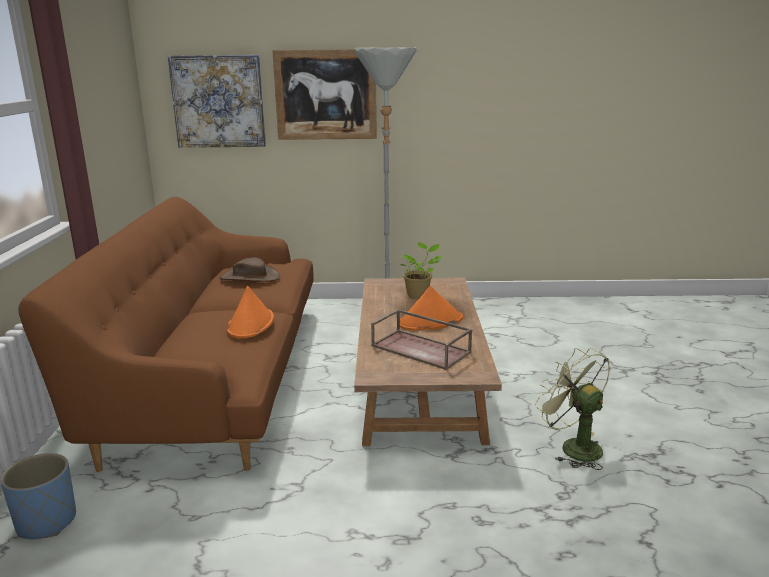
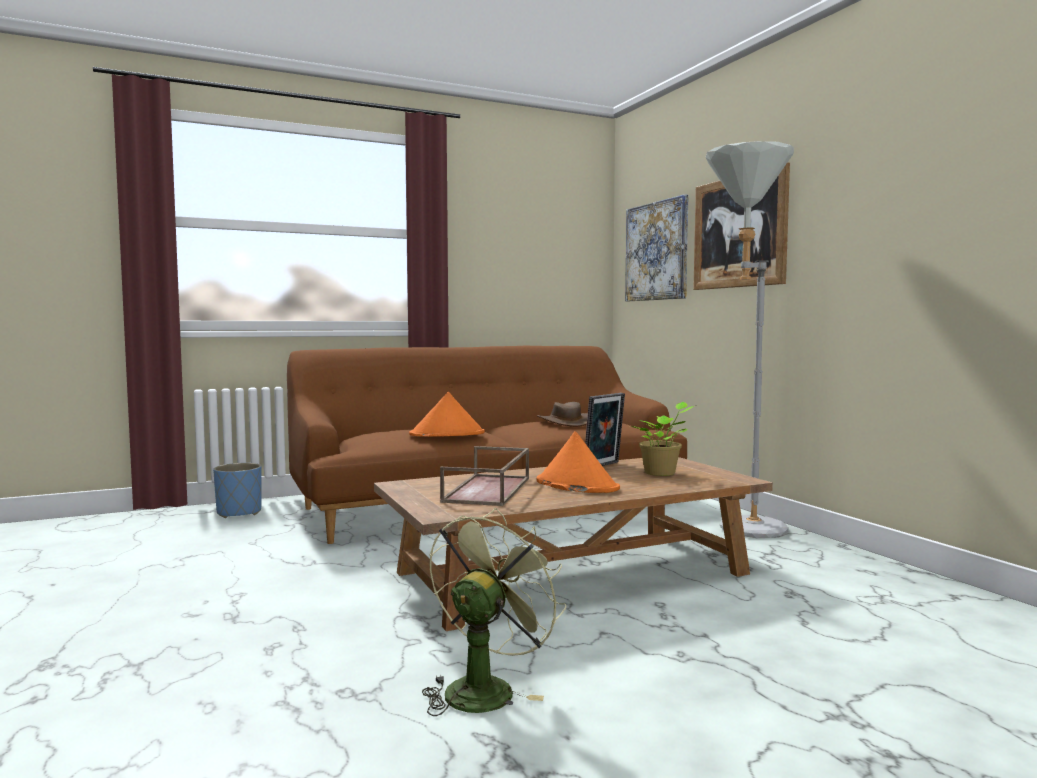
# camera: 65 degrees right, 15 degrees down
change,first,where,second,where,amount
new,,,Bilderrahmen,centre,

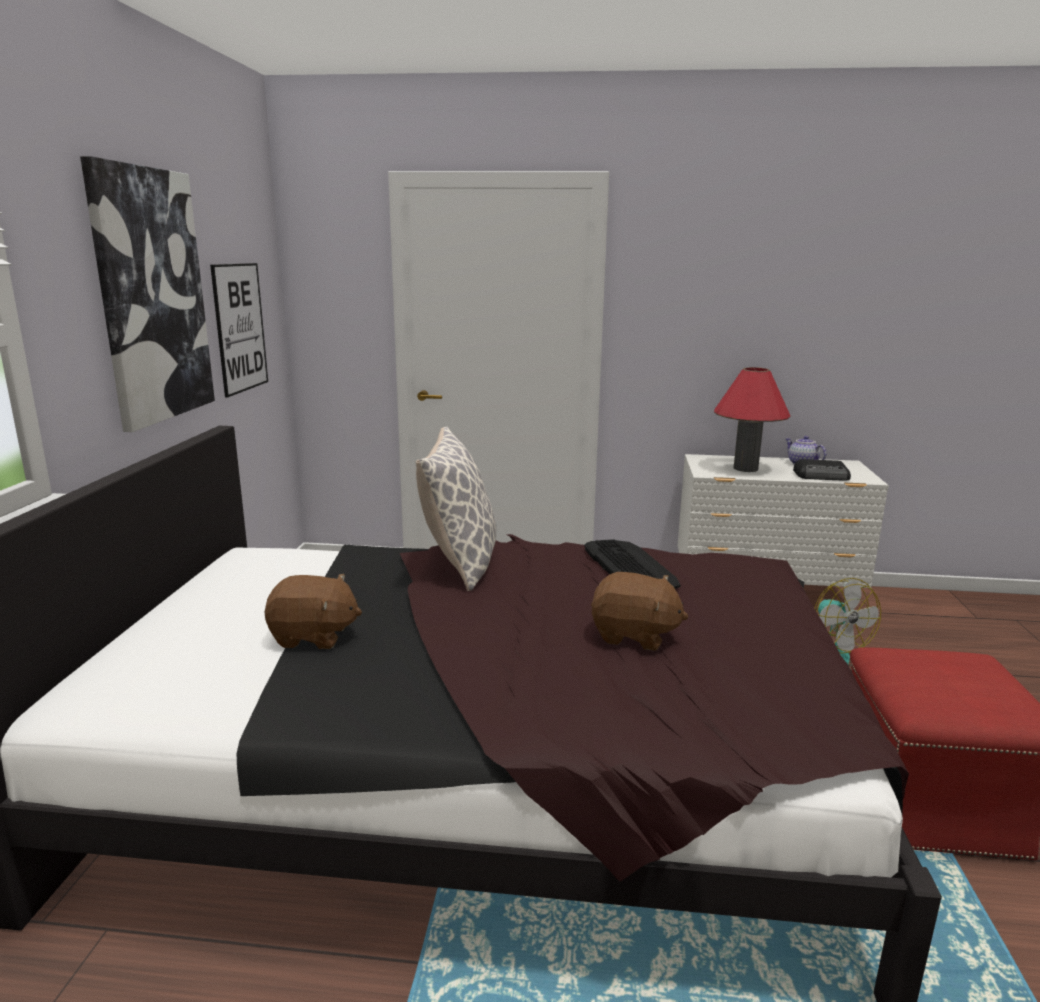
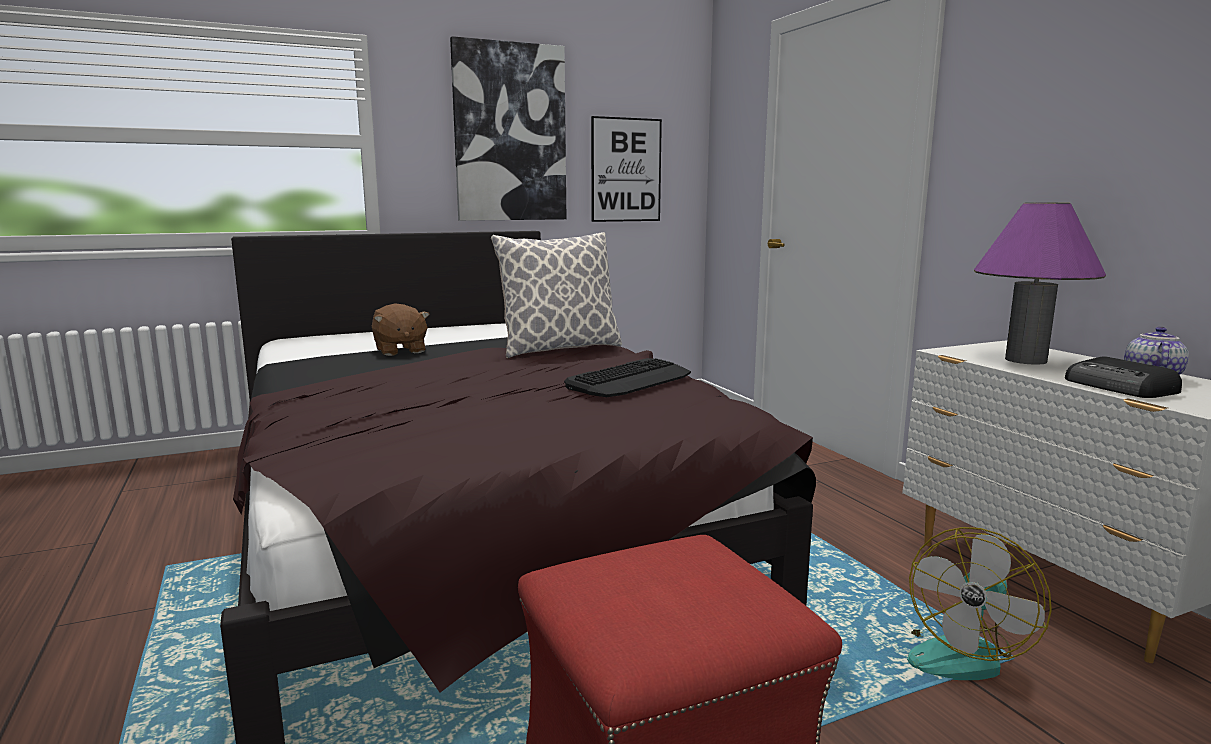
# camera: 60 degrees right, 5 degrees down
change,first,where,second,where,amount
repainted,Tischlampe/rot,middle right,Tischlampe/lila,middle right,
gone,Plüschtier/braun (no. 2 from left),centre,,,

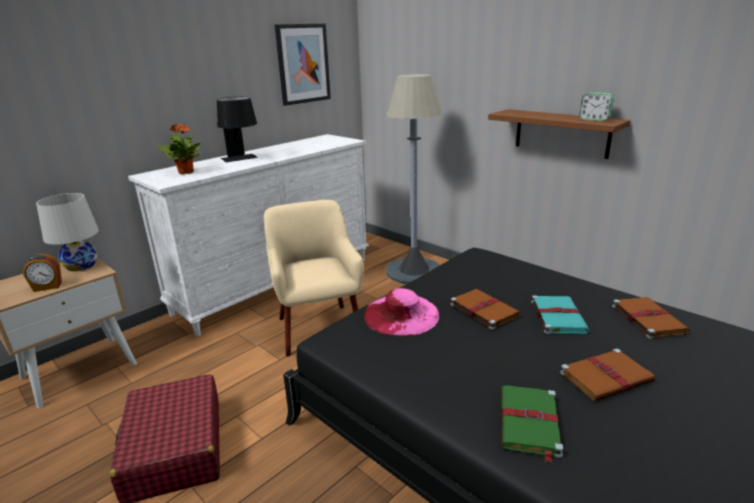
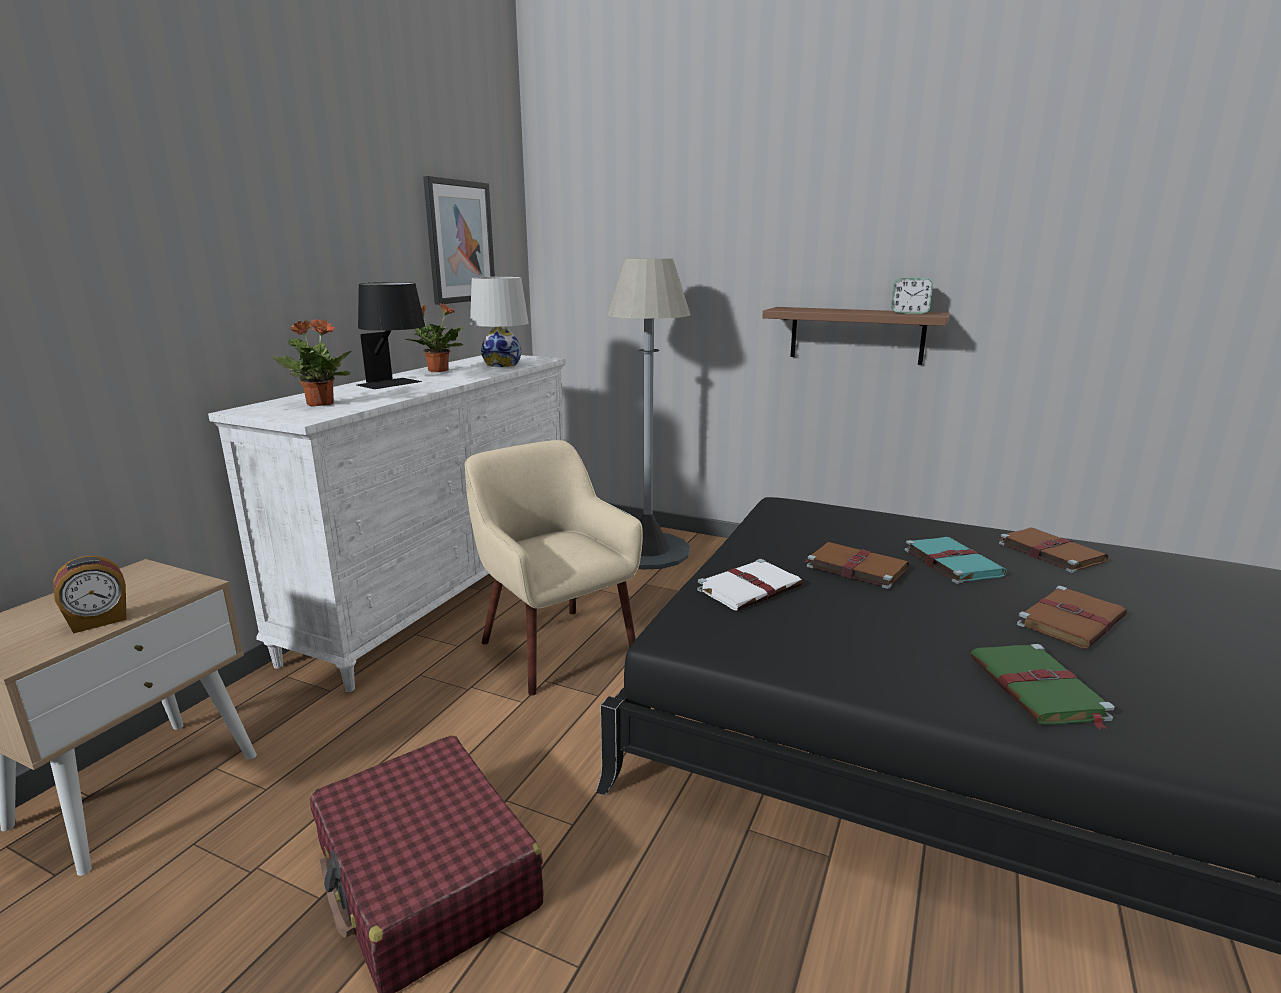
# camera: 20 degrees left, 5 degrees down
change,first,where,second,where,amount
new,,,Topfpflanze (no. 2 from left),centre,
shifted,Tischlampe/weiß,middle left,,top centre,
swapped,Hut/rosa,centre,Buch/weiß,centre,

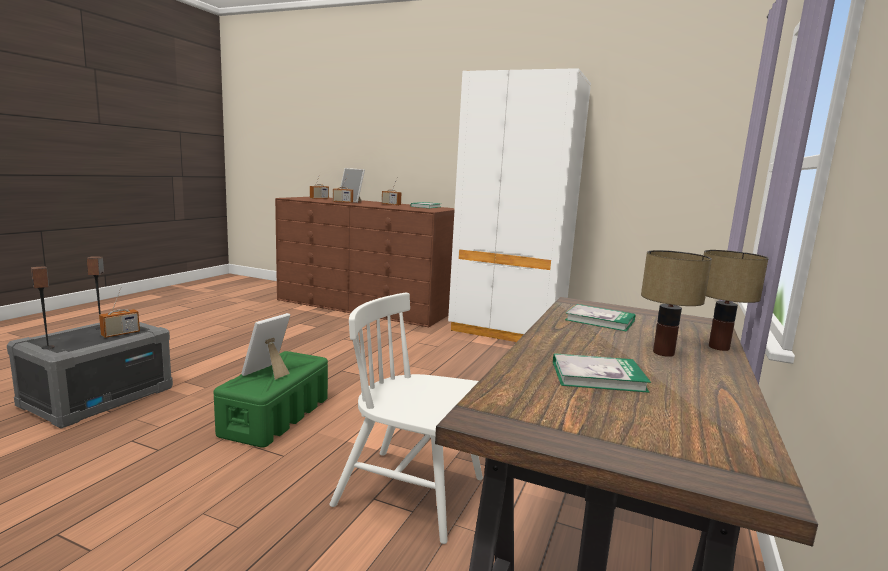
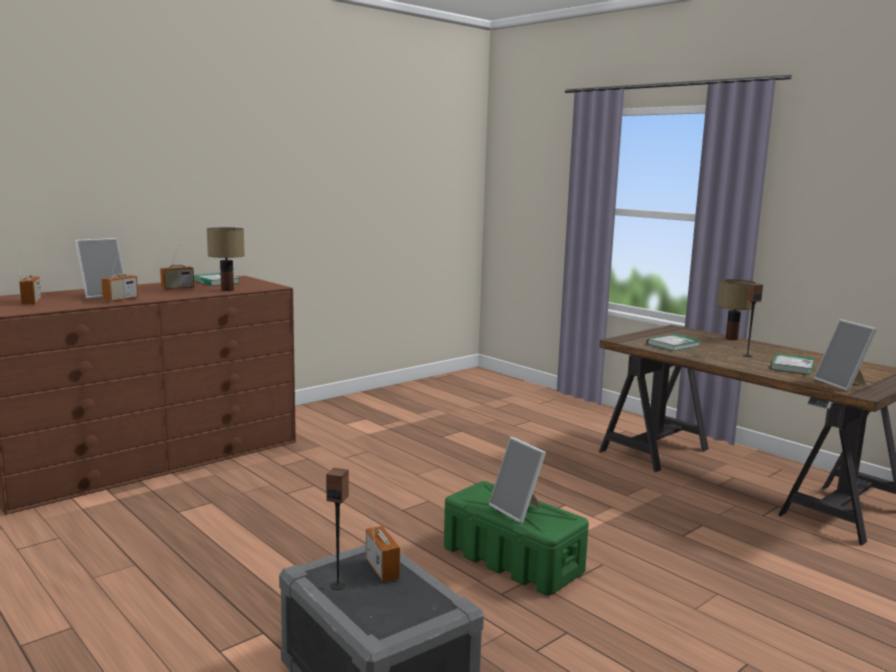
# camera: 65 degrees left, 0 degrees up
change,first,where,second,where,amount
shifted,Tischlampe (no. 1 from left),middle right,,middle left,
shifted,Lautsprecher (no. 1 from left in the first image),middle left,Lautsprecher (no. 2 from left),middle right,
new,,,Bilderrahmen (no. 3 from left),middle right,
gone,Stuhl/weiß,bottom centre,,,
gone,Kleiderschrank/weiß,centre,,,

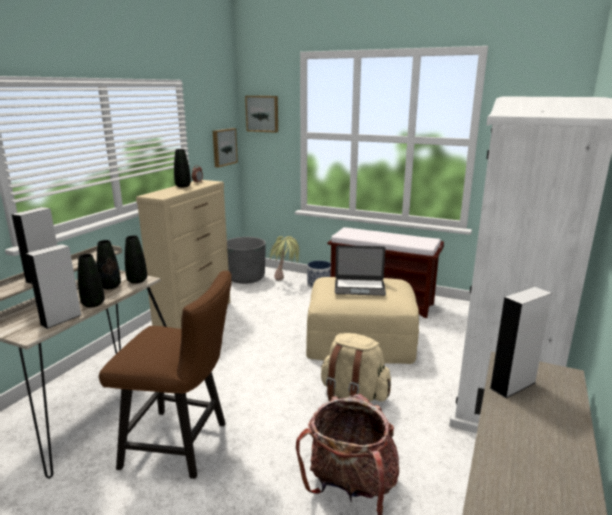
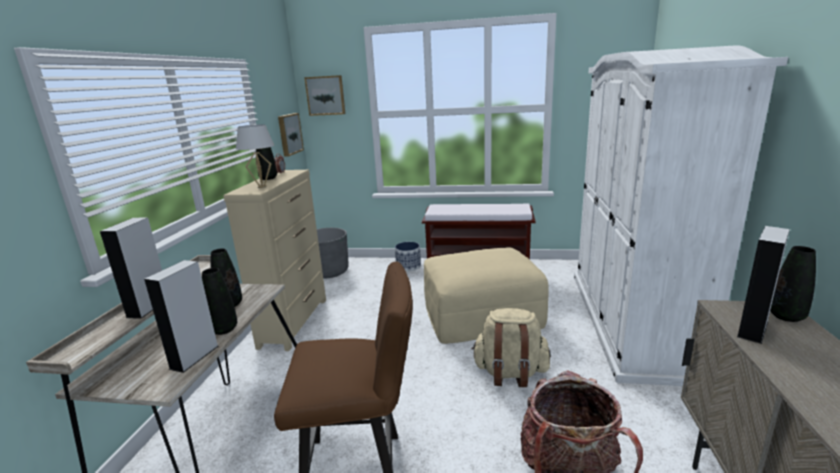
# camera: 15 degrees left, 0 degrees up
change,first,where,second,where,amount
new,,,Tischlampe/weiß,top left,
shifted,Vase/schwarz (no. 3 from left in the first image),middle left,Vase/schwarz (no. 4 from left),middle right,
gone,Topfpflanze,centre,,,
gone,Laptop,centre,,,

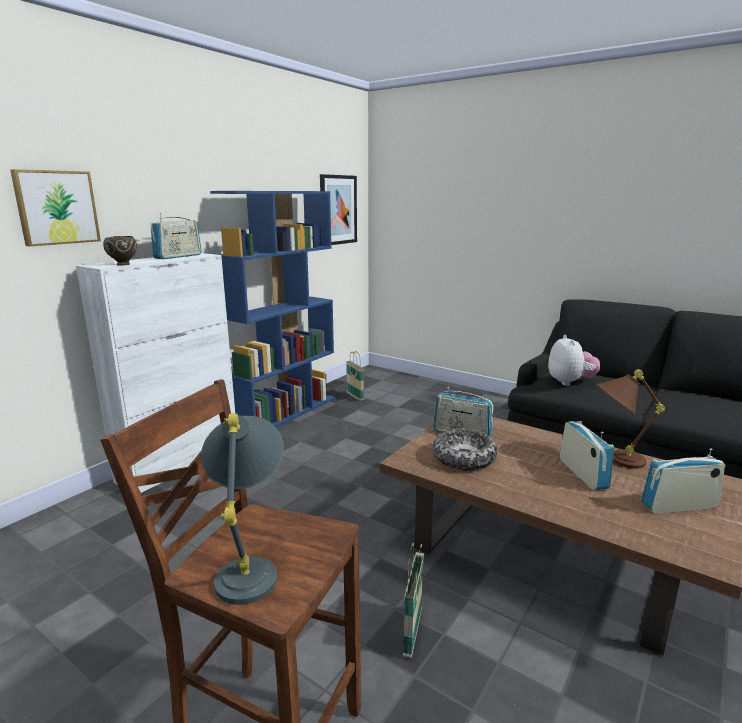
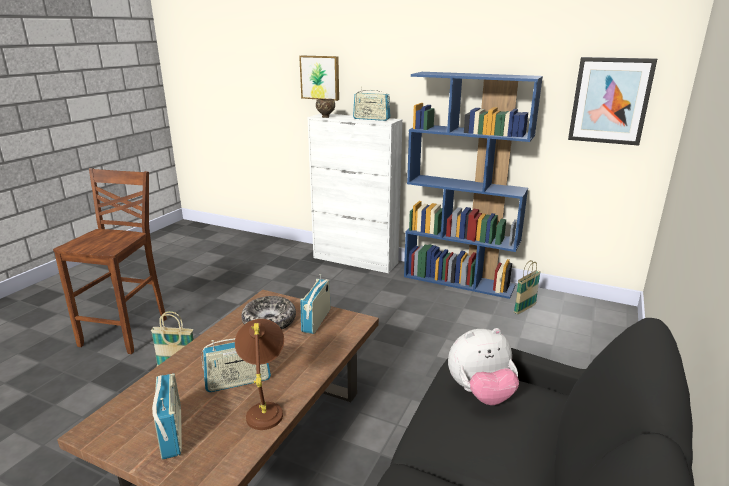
# camera: 80 degrees right, 5 degrees up
change,first,where,second,where,amount
gone,Tischlampe/grau,bottom left,,,

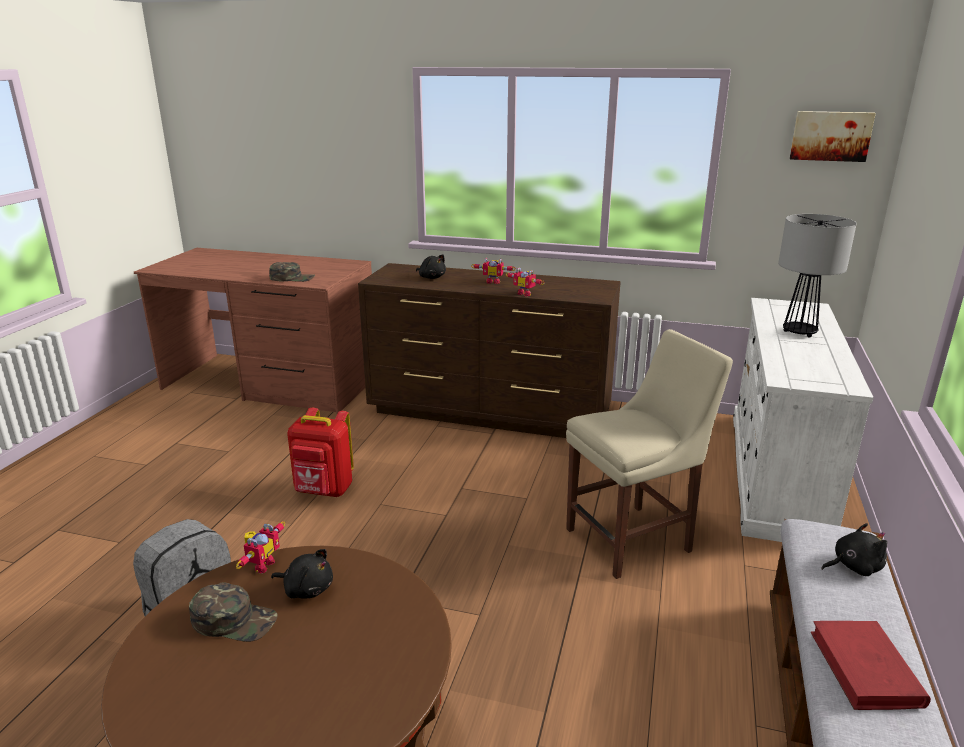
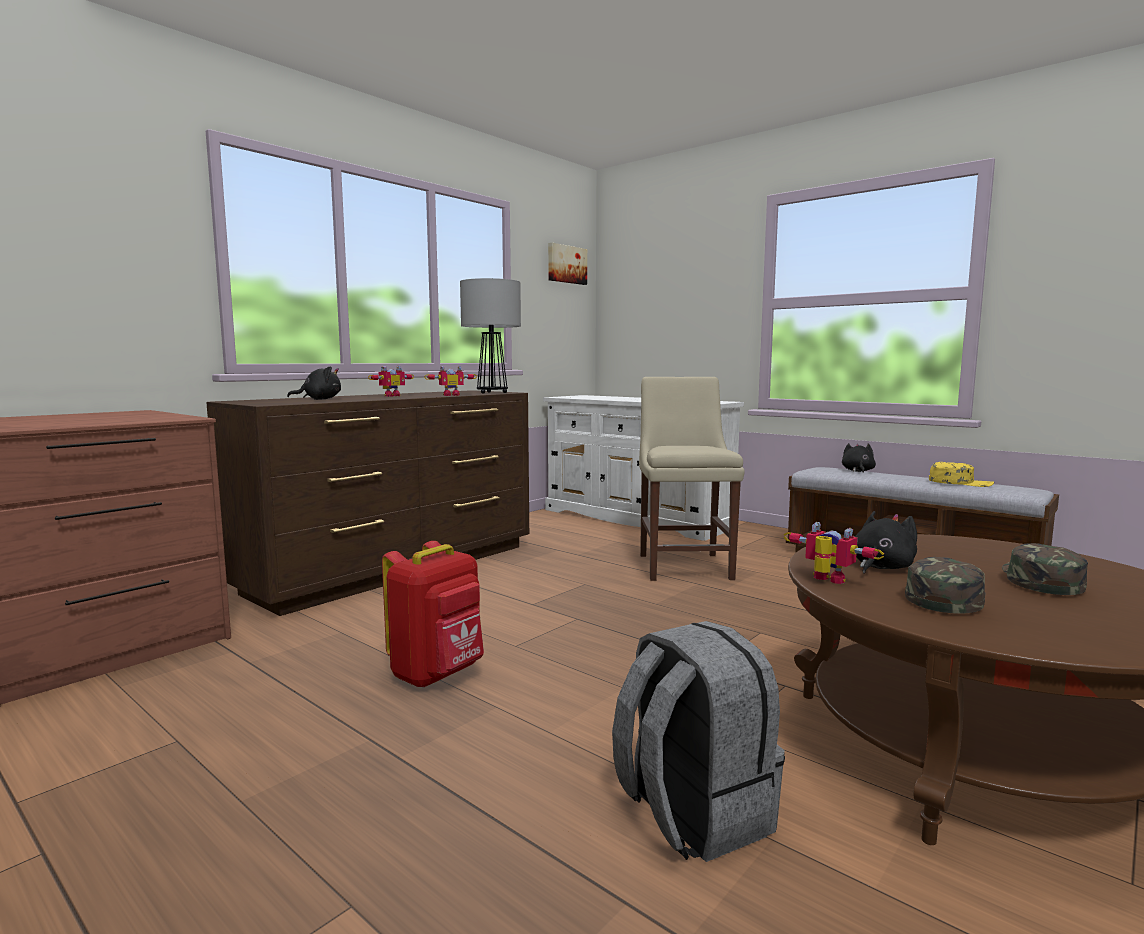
# camera: 65 degrees left, 15 degrees down
change,first,where,second,where,amount
shifted,Tischlampe,middle right,,centre,
swapped,Buch/rot,bottom right,Kappe/gelb,middle right,
shifted,Kappe/grün (no. 2 from left),middle left,,middle right,

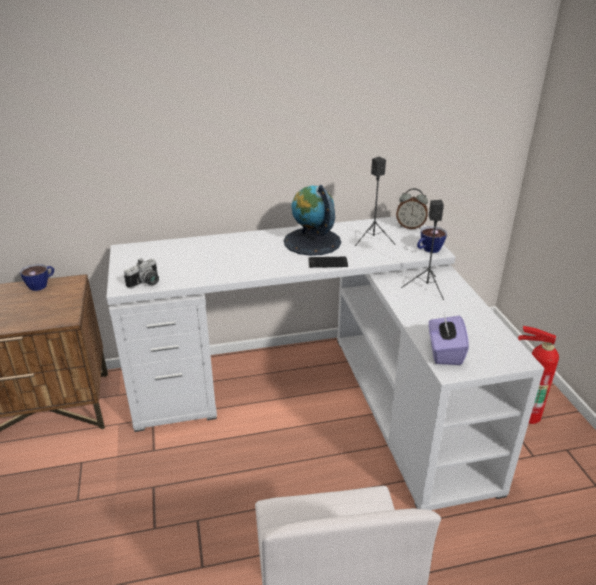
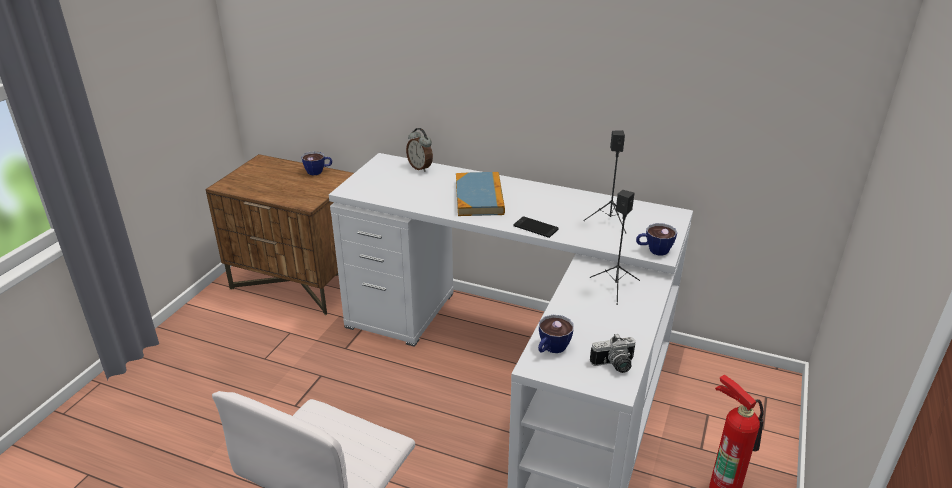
# camera: 35 degrees right, 0 degrees up
change,first,where,second,where,amount
shifted,Wecker,middle right,,top centre,
new,,,Buch,centre,
swapped,Taschentuchbox/lila,middle right,Tasse (no. 2 from left),bottom centre,
shifted,Kamera,middle left,,bottom centre,
gone,Globus,centre,,,

